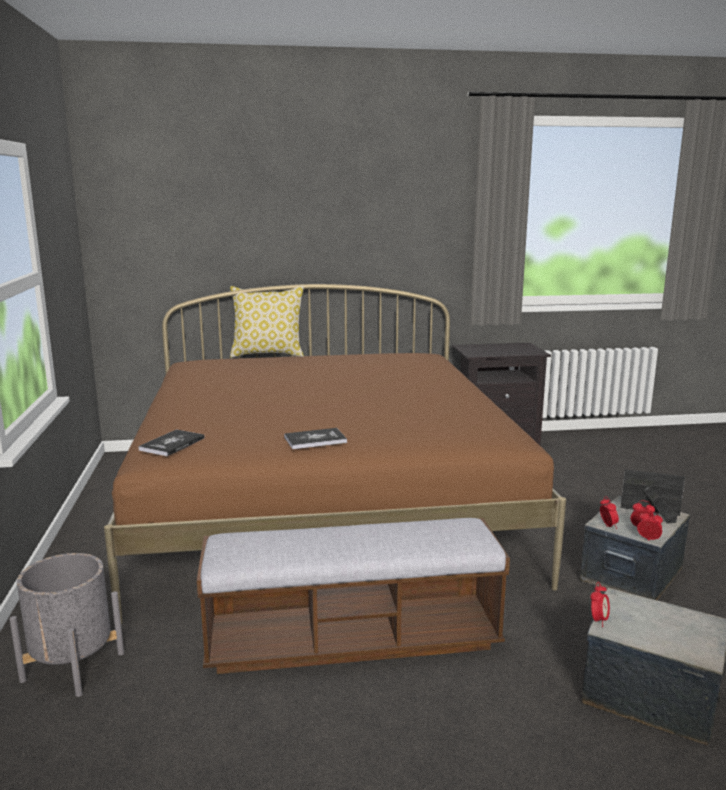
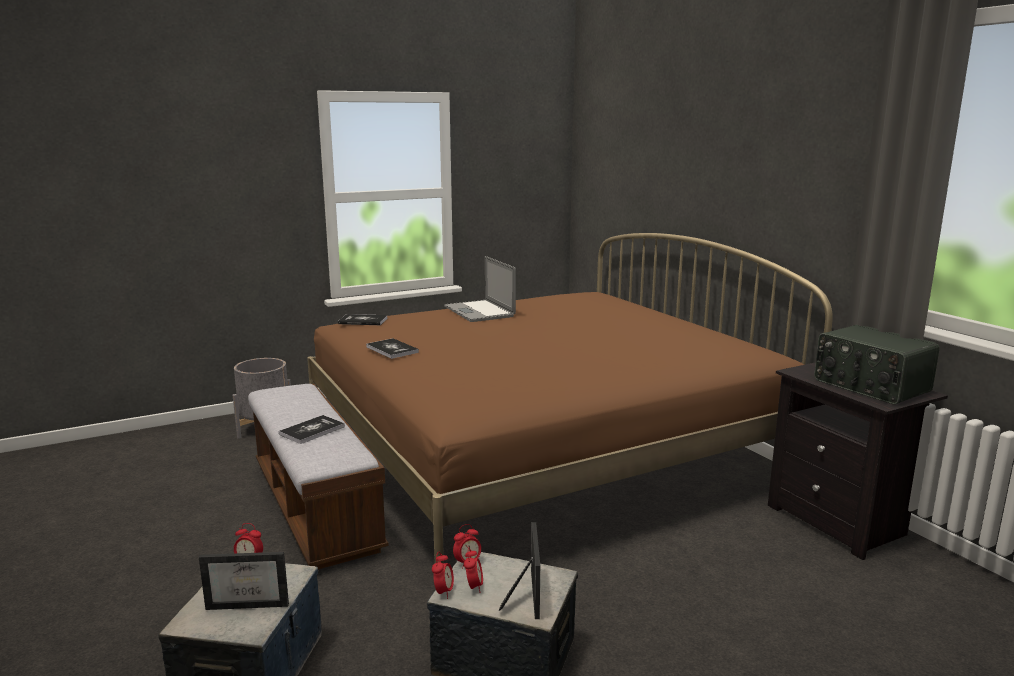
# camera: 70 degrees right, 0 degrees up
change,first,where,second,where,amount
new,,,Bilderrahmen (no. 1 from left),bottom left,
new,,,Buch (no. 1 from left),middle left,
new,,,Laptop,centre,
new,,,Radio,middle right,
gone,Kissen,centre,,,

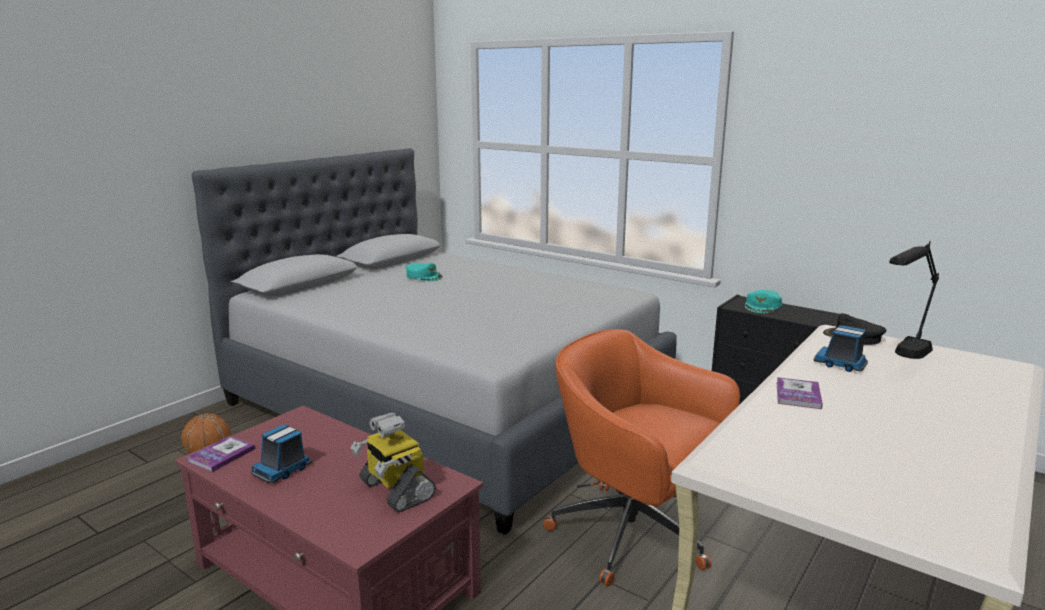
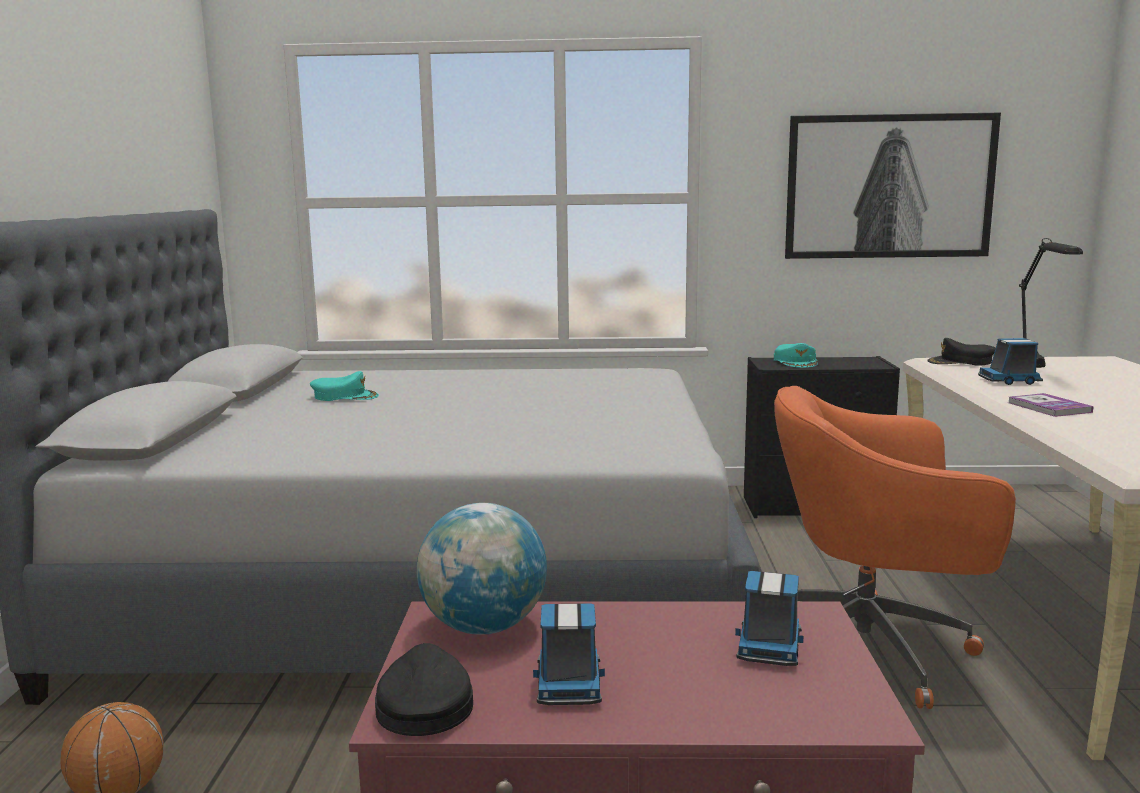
# camera: 35 degrees left, 5 degrees down
change,first,where,second,where,amount
swapped,Buch (no. 1 from left),bottom left,Kappe/schwarz (no. 1 from left),bottom centre,
new,,,Globus,bottom centre,
swapped,Spielzeugroboter,bottom centre,Spielzeuglaster (no. 2 from left),bottom right,
new,,,Bild,top right,

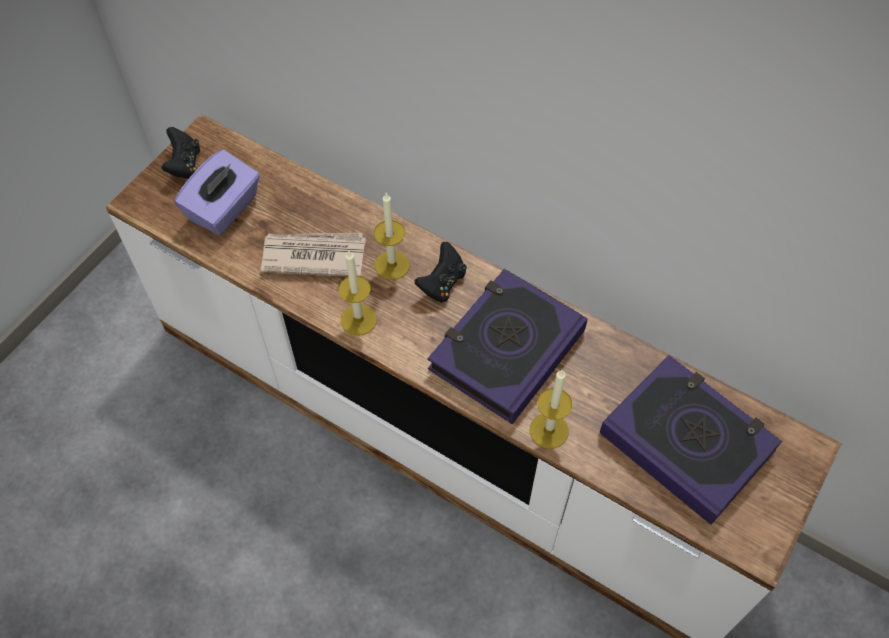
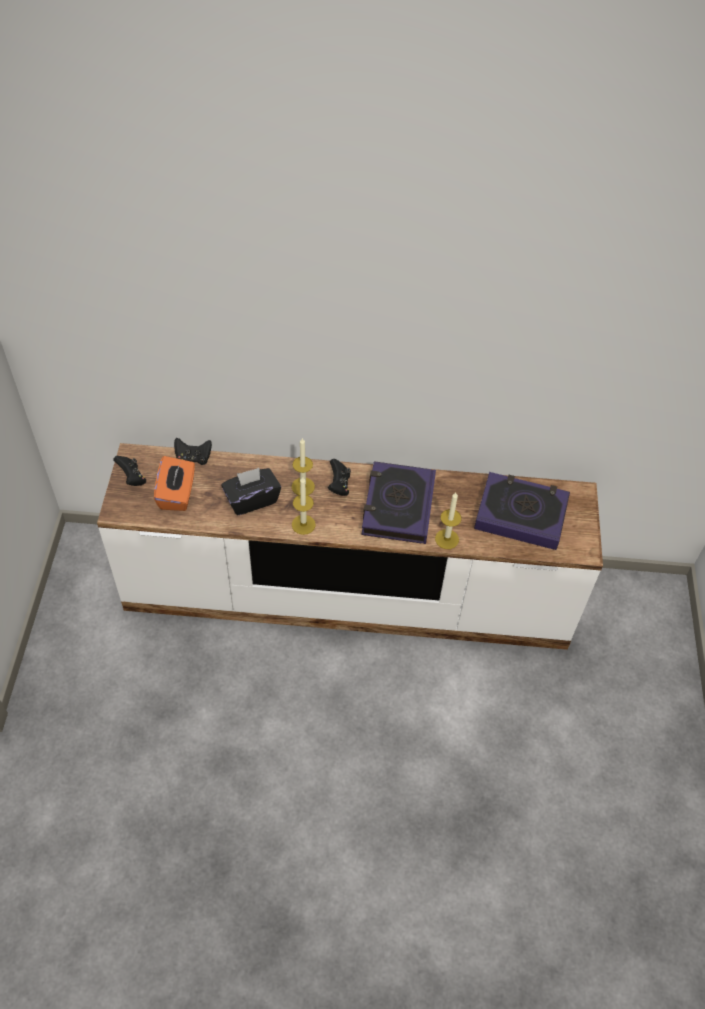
# camera: 30 degrees left, 5 degrees down
change,first,where,second,where,amount
repainted,Taschentuchbox/lila,top left,Taschentuchbox/orange,middle left,
new,,,Gamepad/schwarz (no. 2 from left),middle left,
swapped,Zeitung,centre,Taschentuchbox/schwarz,centre,

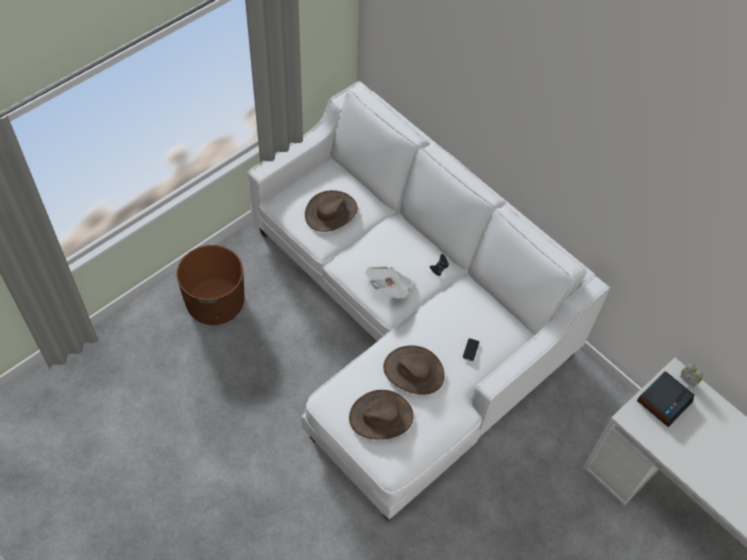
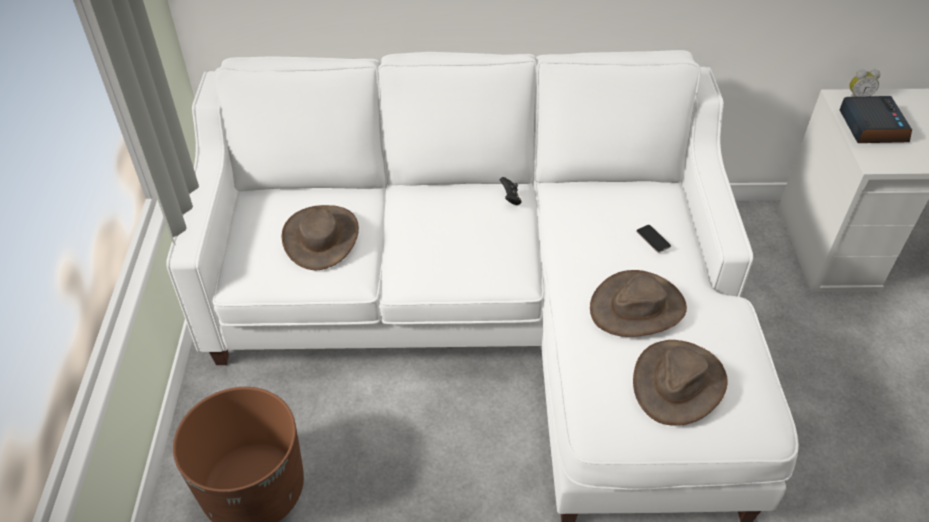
# camera: 45 degrees left, 10 degrees down
change,first,where,second,where,amount
gone,Zeitung,centre,,,

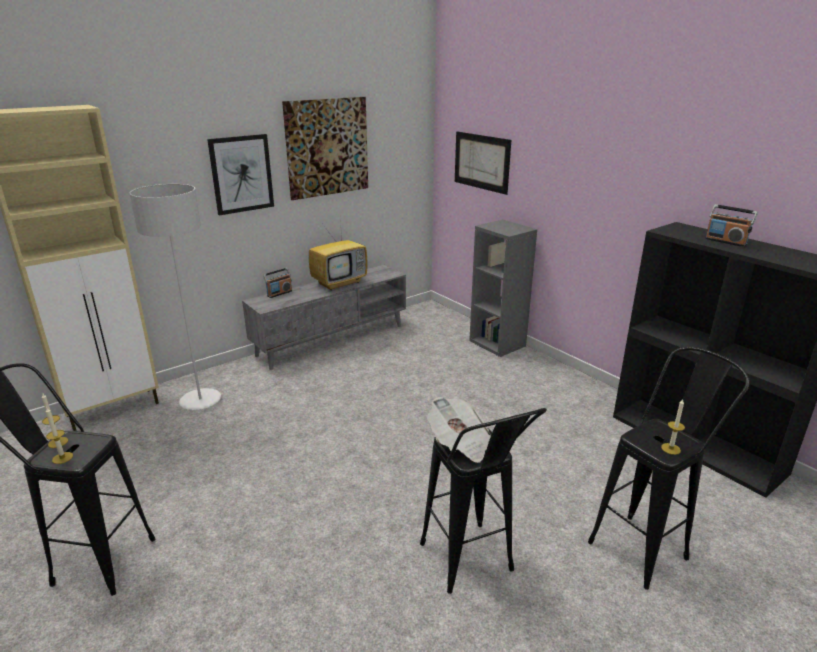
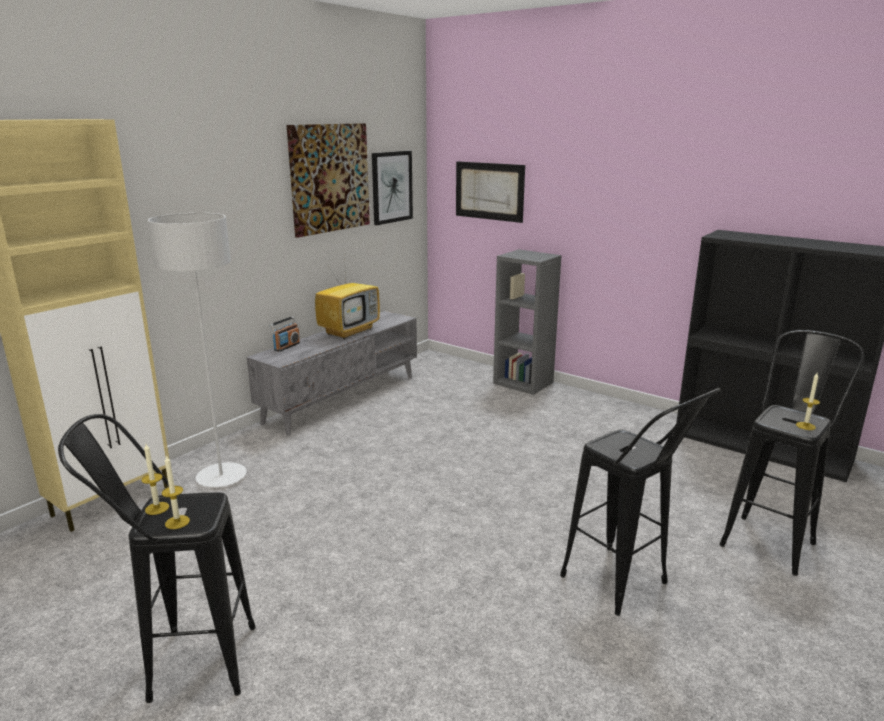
# camera: 15 degrees left, 5 degrees down
change,first,where,second,where,amount
shifted,Bild (no. 1 from left in the first image),top left,Bild (no. 2 from left),top centre,
gone,Zeitung,centre,,,
gone,Radio (no. 2 from left),middle right,,,

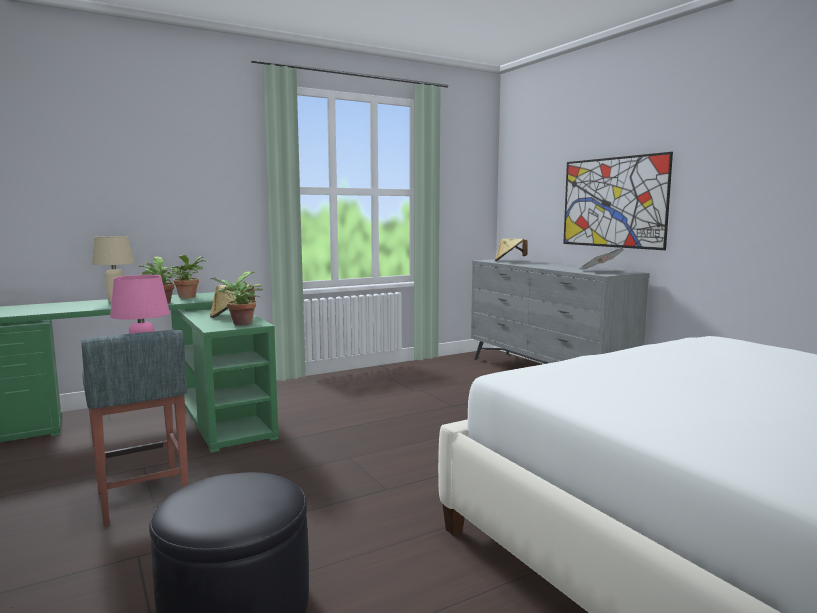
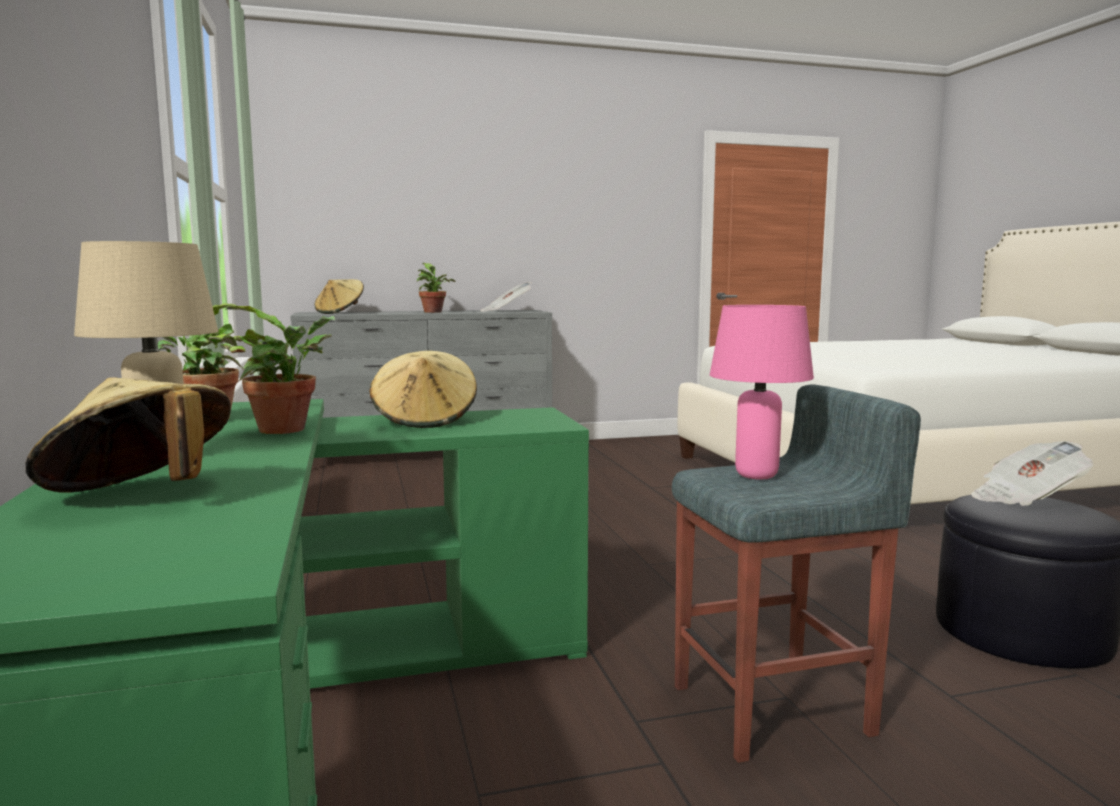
# camera: 75 degrees left, 0 degrees up
change,first,where,second,where,amount
new,,,Hut/beige (no. 1 from left),middle left,
shifted,Topfpflanze (no. 3 from left),middle left,,centre,
new,,,Zeitung (no. 2 from left),middle right,
gone,Bild,top right,,,

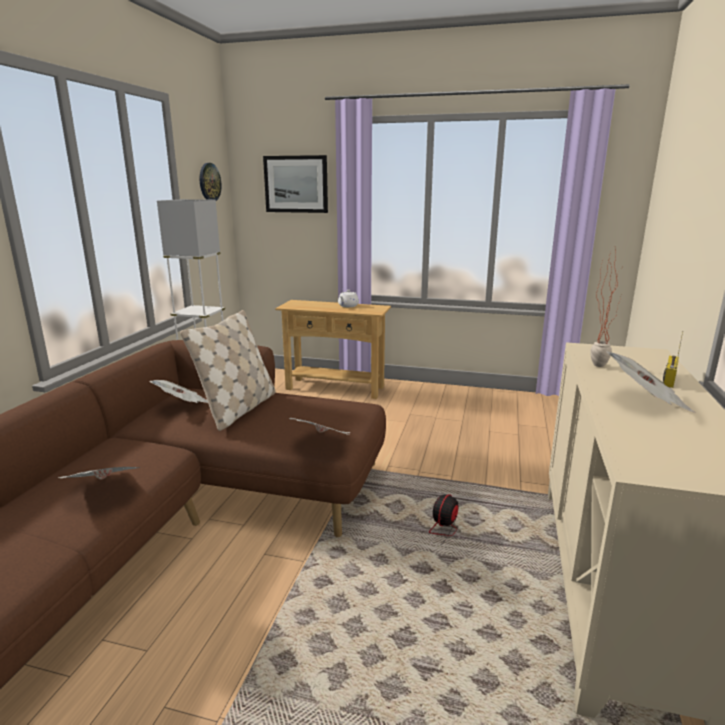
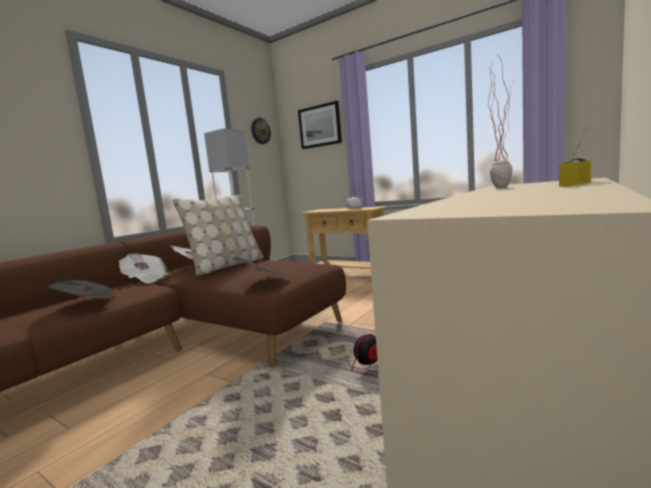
# camera: 20 degrees right, 10 degrees down
change,first,where,second,where,amount
shifted,Zeitung (no. 4 from left in the first image),middle right,Zeitung (no. 2 from left),middle left,

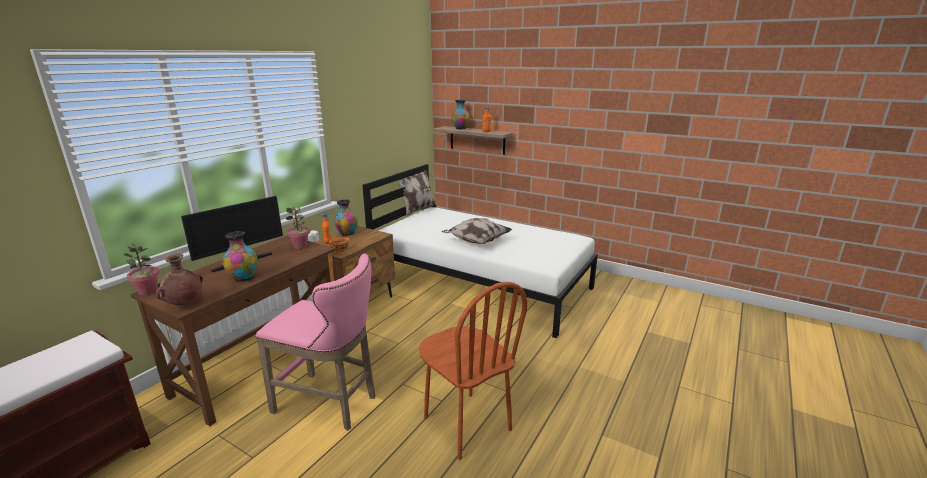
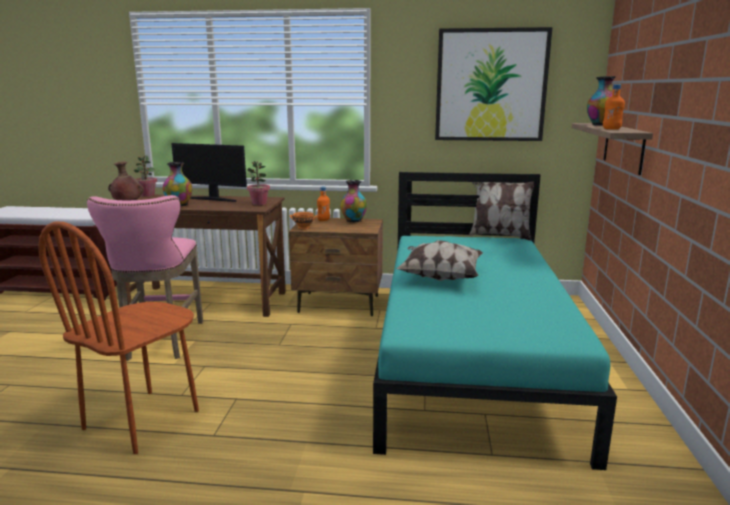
# camera: 65 degrees right, 5 degrees down
change,first,where,second,where,amount
repainted,Bett/weiß,centre,Bett/türkis,middle right,
new,,,Bild,top right,

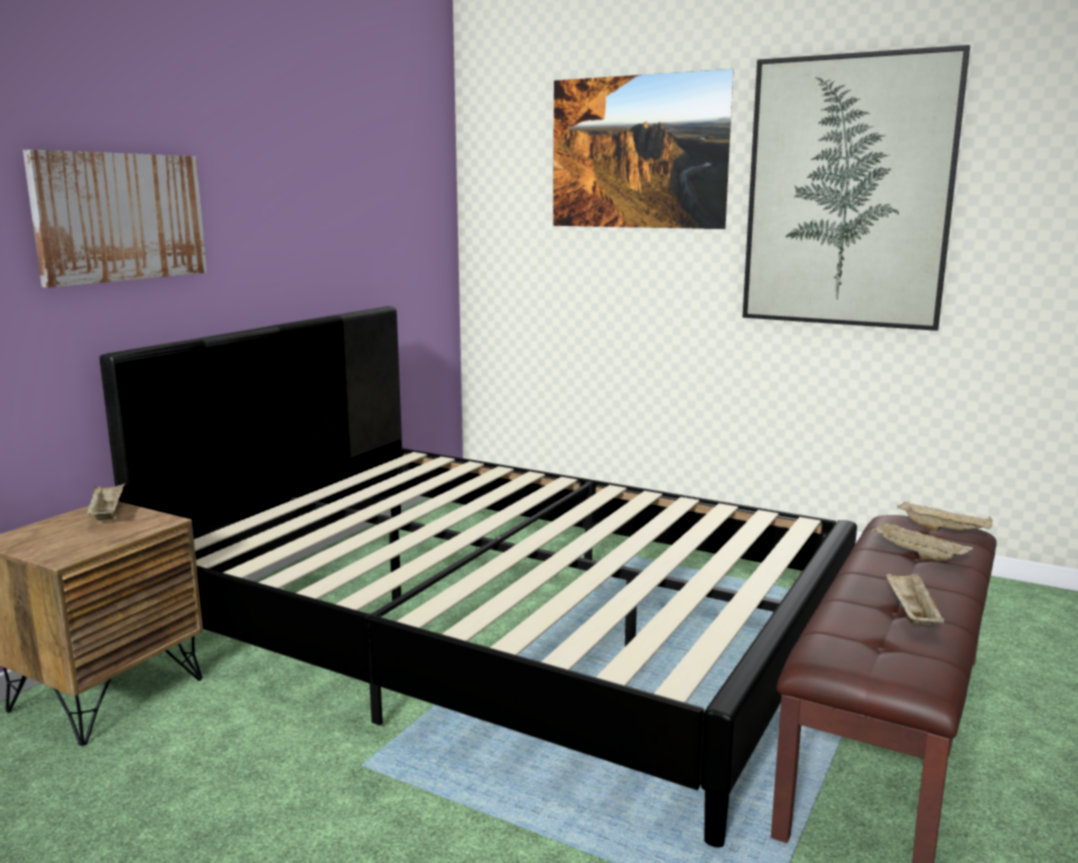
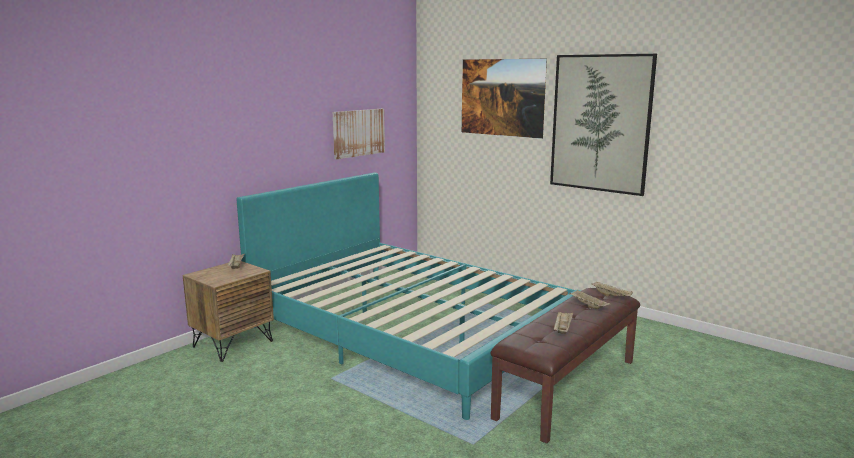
# camera: 10 degrees right, 0 degrees up
change,first,where,second,where,amount
repainted,Bett/schwarz,bottom centre,Bett/türkis,centre,
shifted,Bild (no. 1 from left),top left,,top centre,

